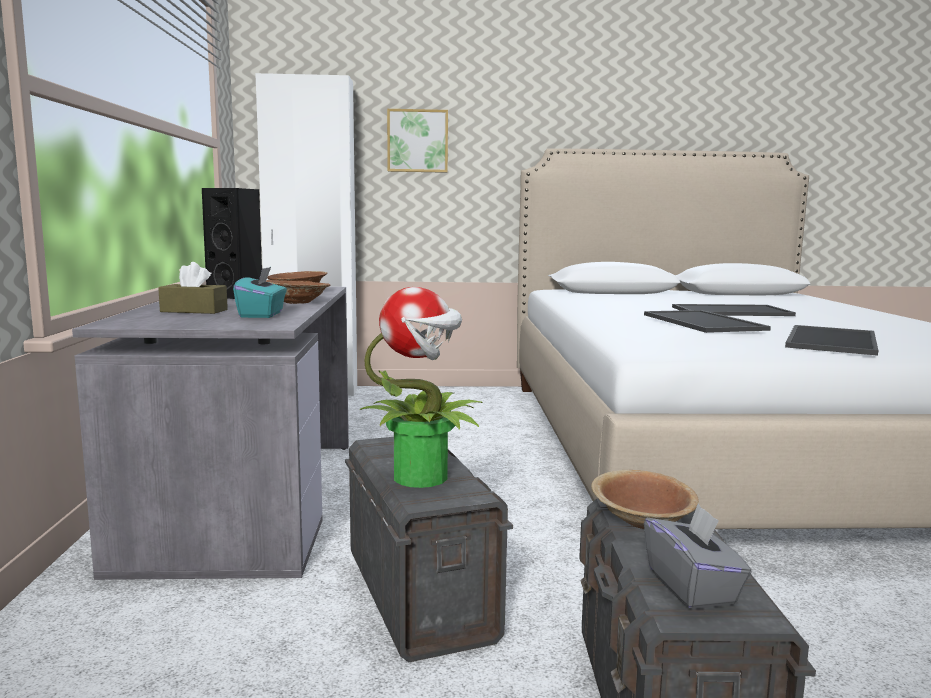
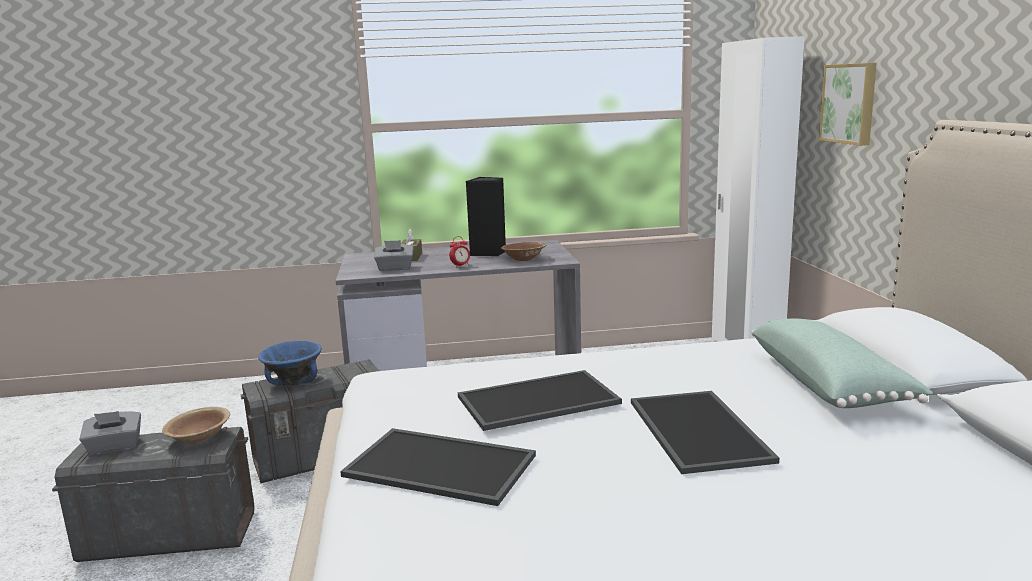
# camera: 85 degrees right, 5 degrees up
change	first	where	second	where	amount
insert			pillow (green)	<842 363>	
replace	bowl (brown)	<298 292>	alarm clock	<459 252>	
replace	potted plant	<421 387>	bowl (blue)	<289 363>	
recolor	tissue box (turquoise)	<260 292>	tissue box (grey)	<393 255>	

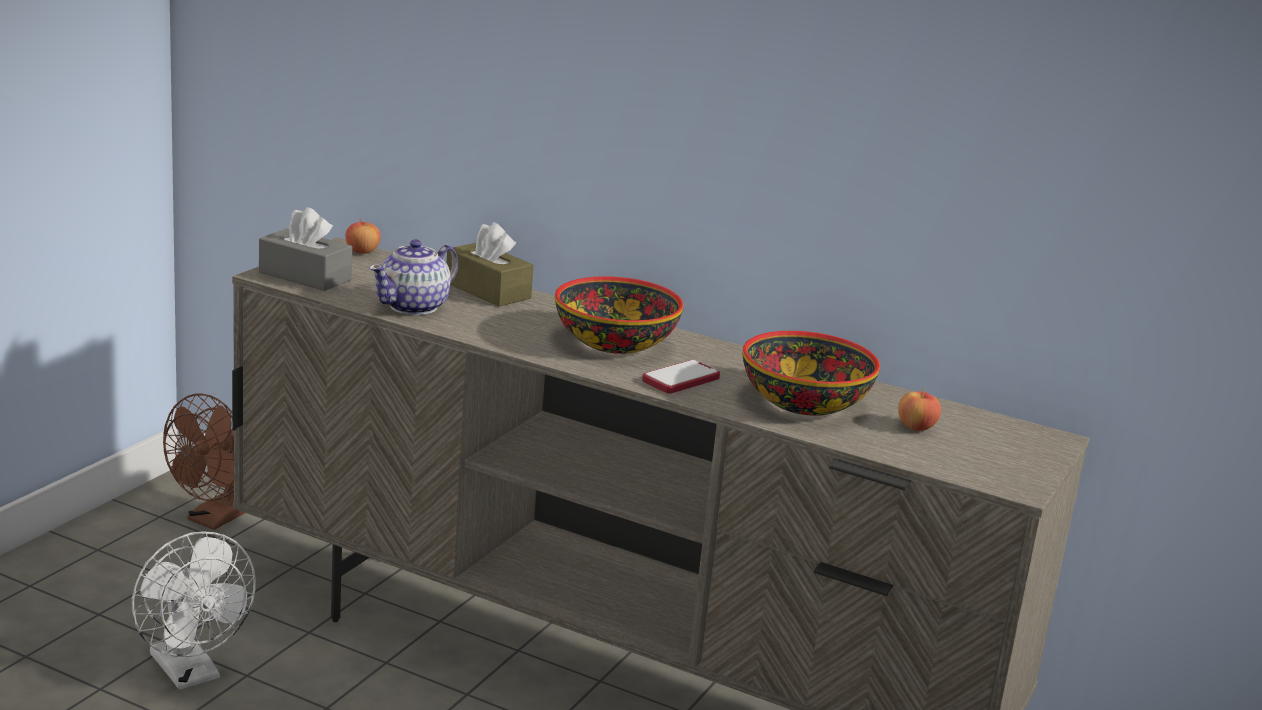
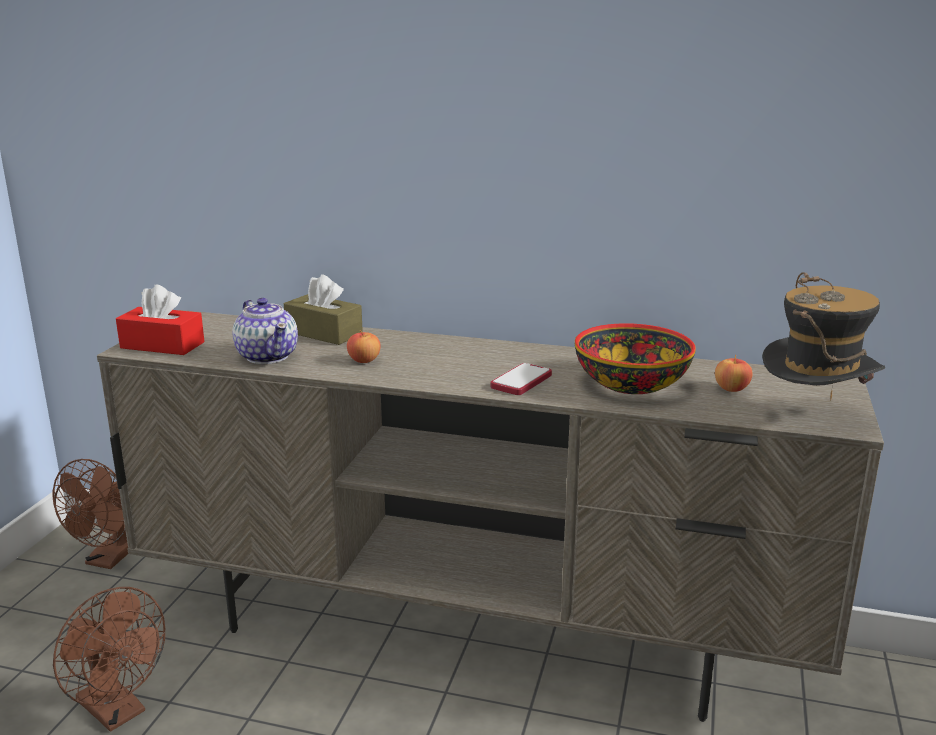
# camera: 10 degrees left, 0 degrees up
change	first	where	second	where	amount
delete	bowl	<619 315>			
insert			hat	<823 336>	
move	apple	<363 236>		<364 346>	
recolor	fan (white)	<194 610>	fan (brown)	<109 659>	
recolor	tissue box (grey)	<305 249>	tissue box (red)	<160 319>	
rotate	teapot	<413 277>		<265 331>	60 degrees counterclockwise

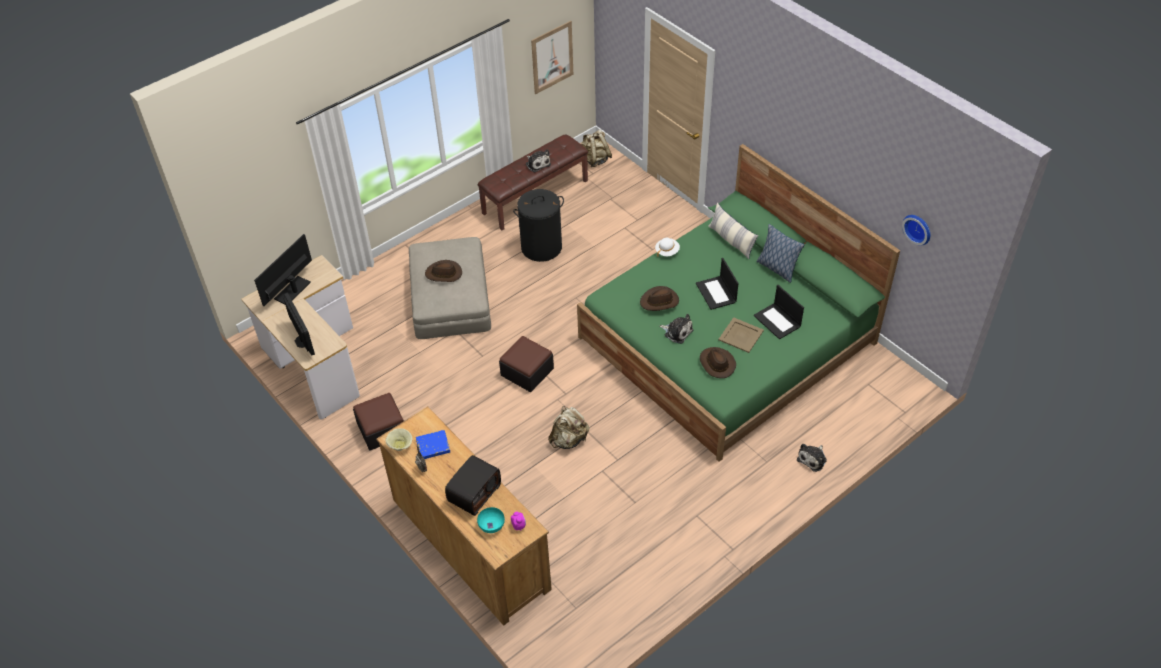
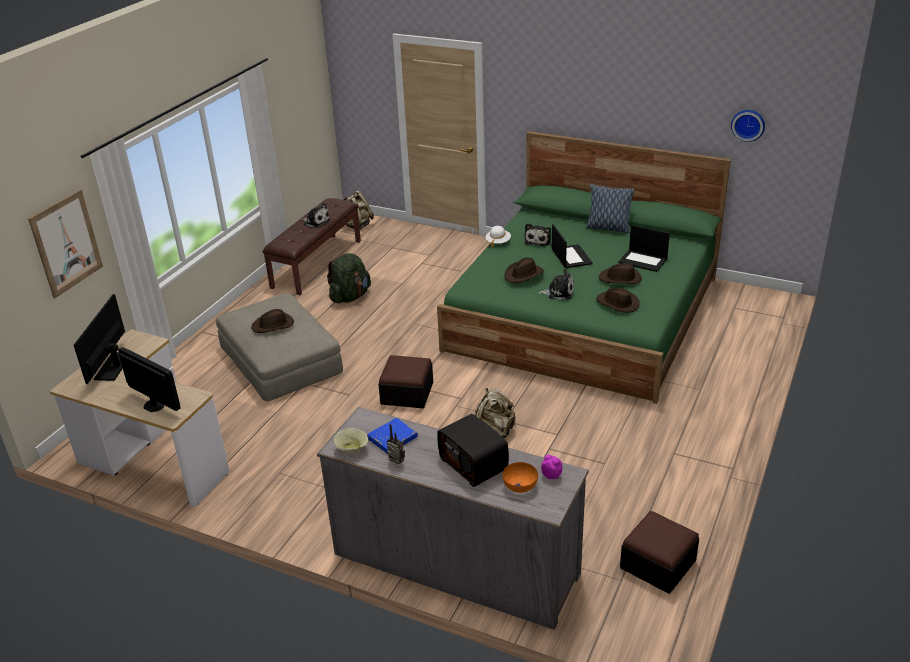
# camera: 25 degrees left, 15 degrees down
change	first	where	second	where	amount
delete	pillow	<733 230>			
move	ottoman	<378 422>		<659 552>	
move	picture	<552 57>		<65 244>	
move	plush toy	<812 458>		<537 234>	
replace	laundry basket (black)	<538 225>	backpack (green)	<349 278>	
replace	tray (beige)	<741 335>	hat (brown)	<620 273>	
recolor	dresser (brown)	<464 516>	dresser (grey)	<453 518>	
recolor	bowl (turquoise)	<491 520>	bowl (orange)	<520 477>	
rotate	radio	<473 485>		<473 450>	135 degrees clockwise
rotate	laptop	<717 284>		<572 246>	150 degrees counterclockwise

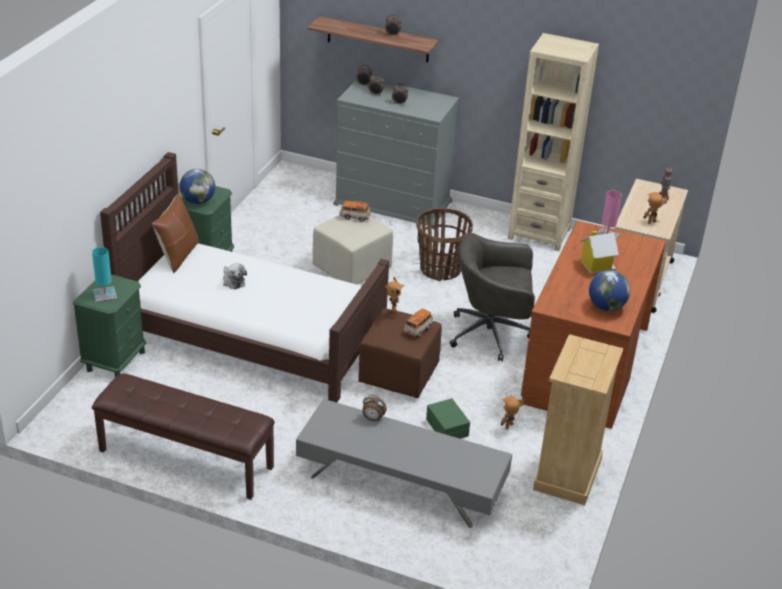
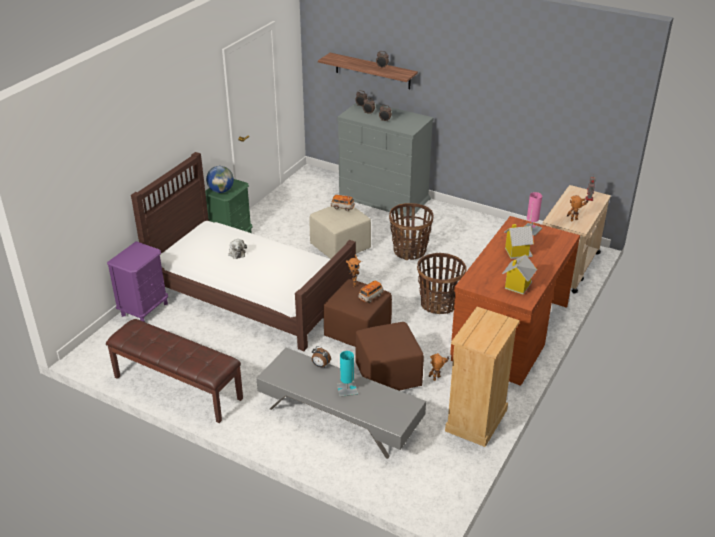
# camera: 10 degrees right, 0 degrees up
change	first	where	second	where	amount
delete	pillow (brown)	<175 233>			
delete	bookcase (beige)	<553 142>			
move	table lamp (turquoise)	<104 275>		<347 374>	
replace	storage box (green)	<448 418>	ottoman (brown)	<389 356>	
replace	office chair (grey)	<492 297>	basket	<442 283>	
replace	globe	<609 290>	toy house	<519 274>	
recolor	nightstand (green)	<109 325>	nightstand (purple)	<137 281>	

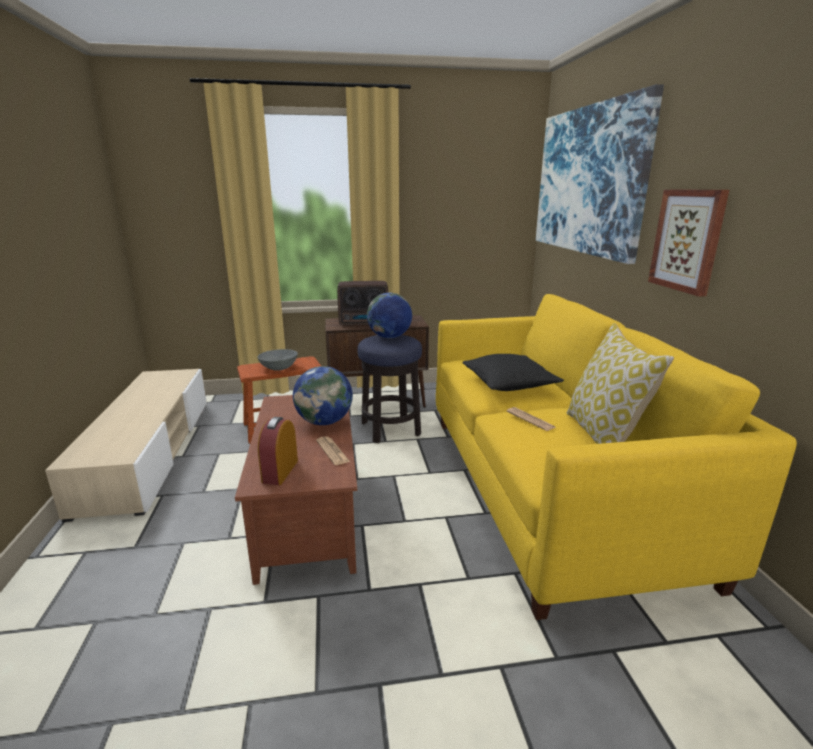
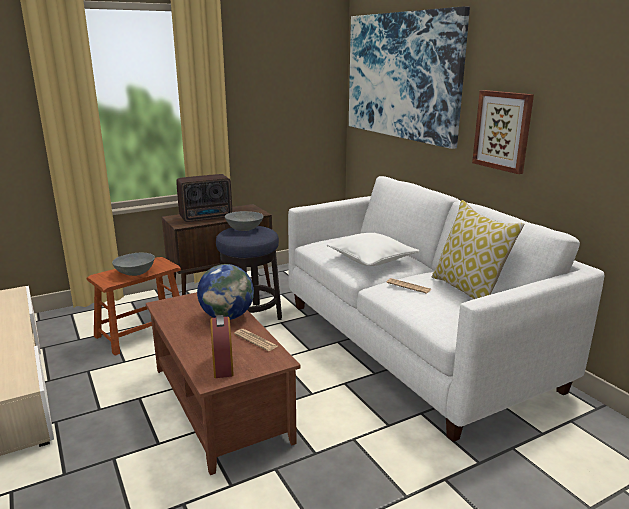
# camera: 20 degrees left, 0 degrees up
change	first	where	second	where	amount
replace	globe	<389 315>	bowl (grey)	<244 221>	
recolor	sofa (yellow)	<616 457>	sofa (white)	<446 309>	
recolor	pillow (black)	<513 372>	pillow (white)	<373 249>	

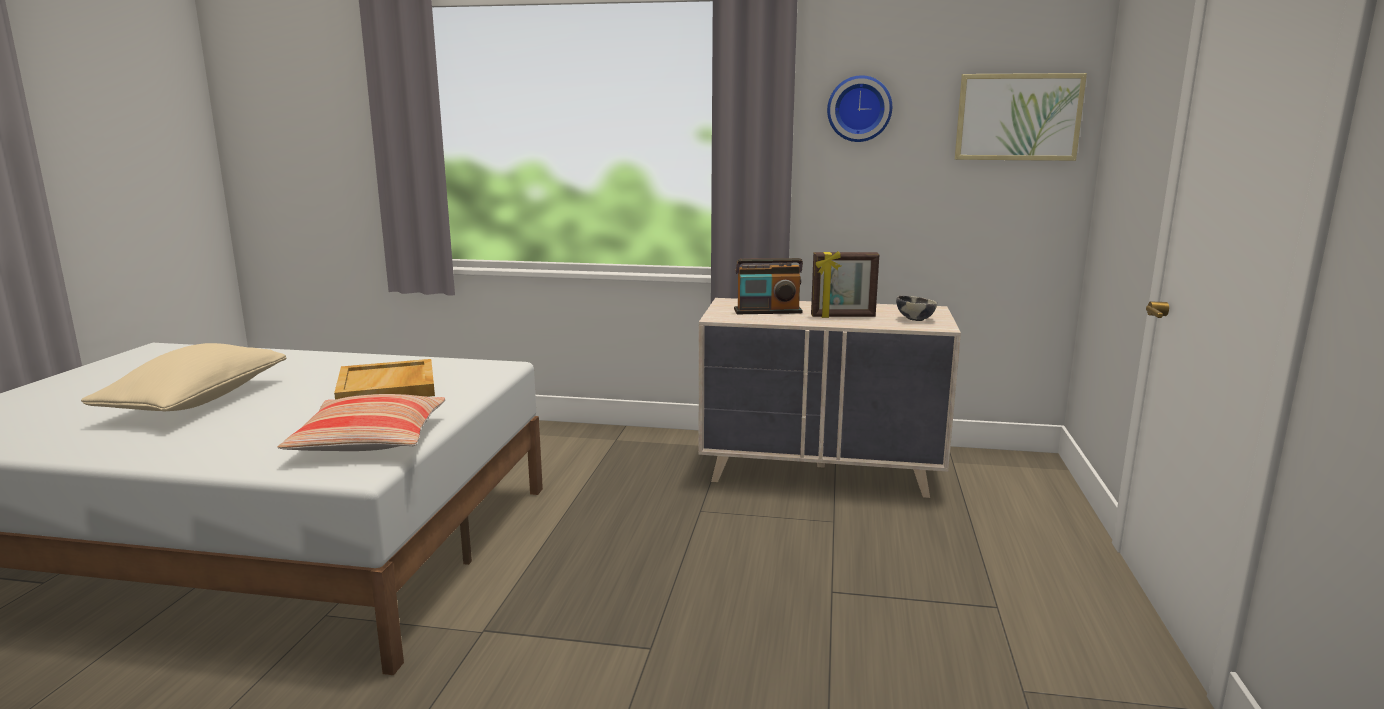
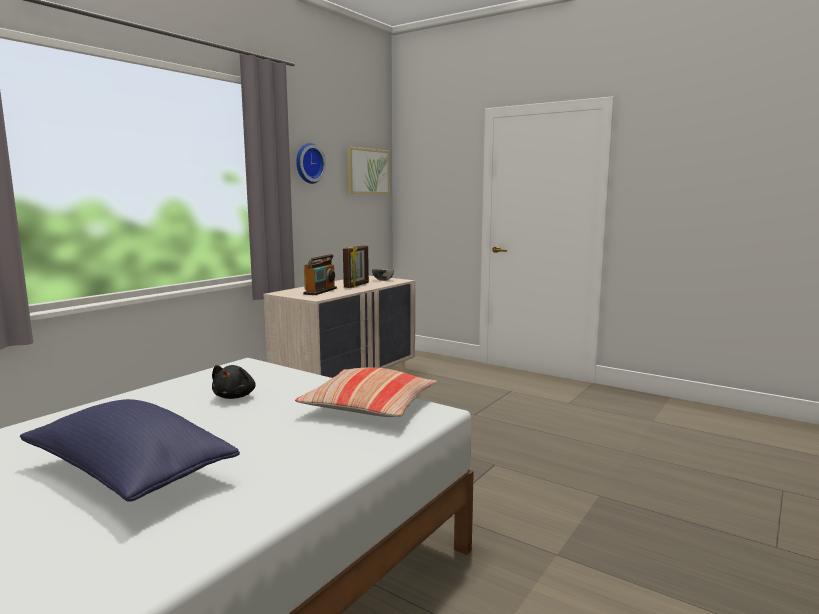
# camera: 65 degrees left, 5 degrees down
change	first	where	second	where	amount
replace	tray (beige)	<384 379>	plush toy (black)	<234 382>	
recolor	pillow (beige)	<183 377>	pillow (blue)	<130 450>	

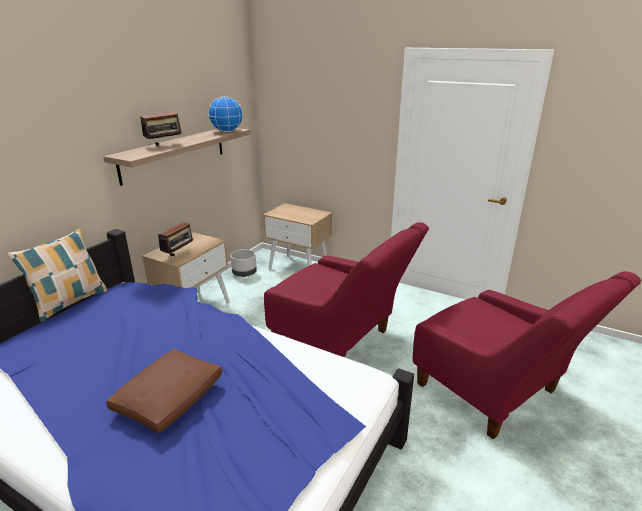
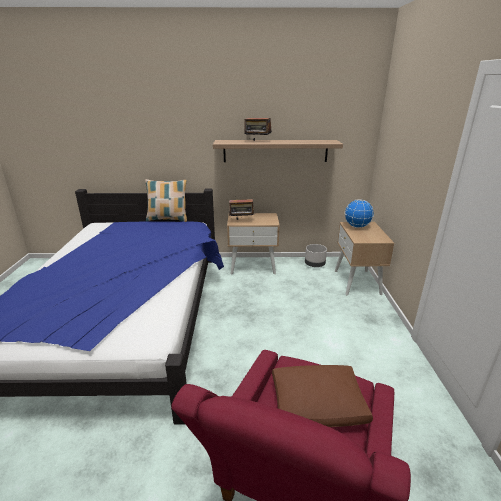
# camera: 60 degrees right, 0 degrees up
change	first	where	second	where	amount
delete	armchair (red)	<346 289>			
move	pillow (brown)	<164 391>		<322 396>	
move	globe	<225 114>		<359 213>	

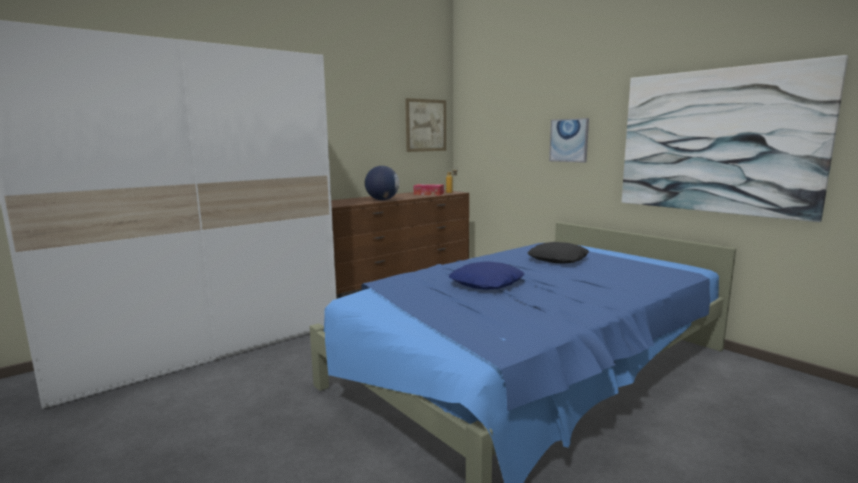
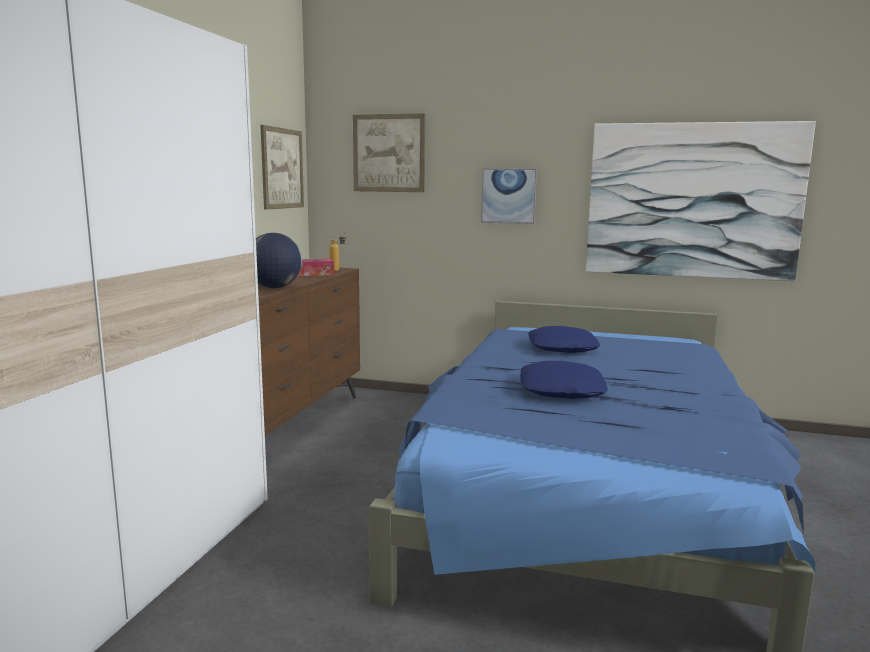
# camera: 35 degrees left, 0 degrees up
change	first	where	second	where	amount
insert			picture	<389 152>	
recolor	pillow (black)	<558 252>	pillow (blue)	<564 339>	

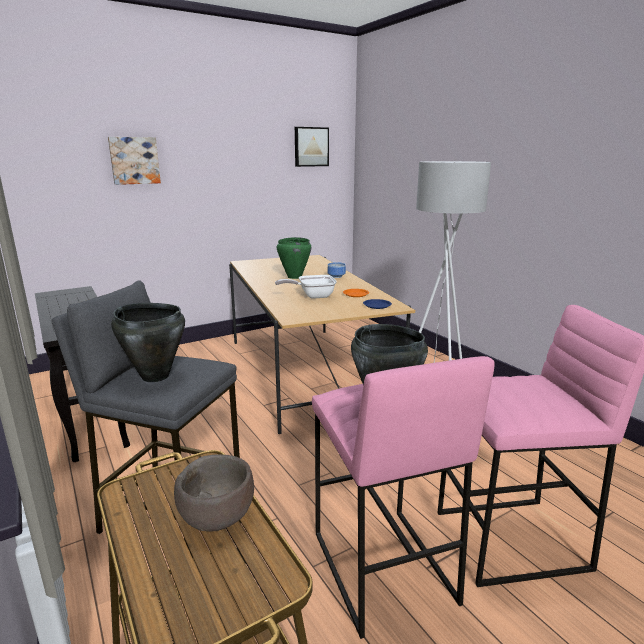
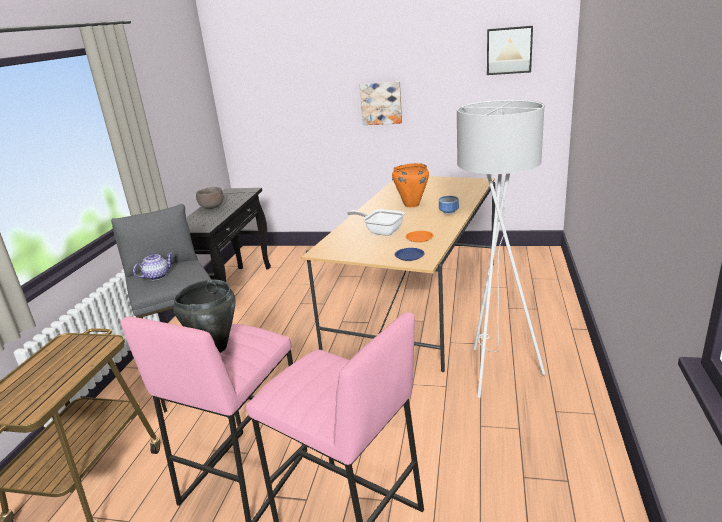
# camera: 45 degrees right, 5 degrees up
change	first	where	second	where	amount
move	picture	<134 161>		<381 103>	
move	bowl (brown)	<214 493>		<210 198>	
replace	cooking pot (black)	<148 342>	teapot	<152 266>	
recolor	cooking pot (green)	<294 258>	cooking pot (orange)	<410 185>	

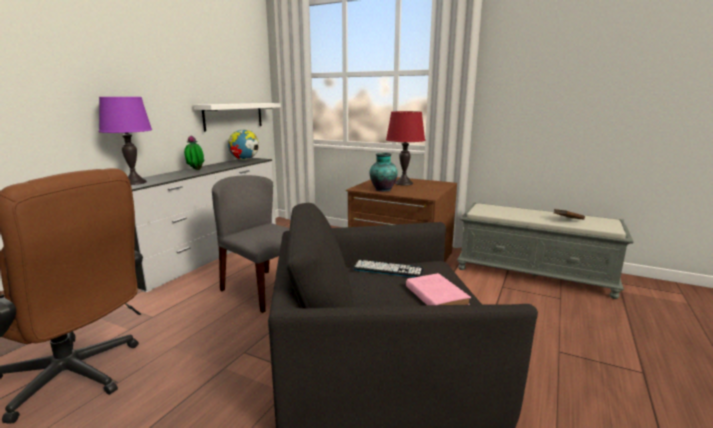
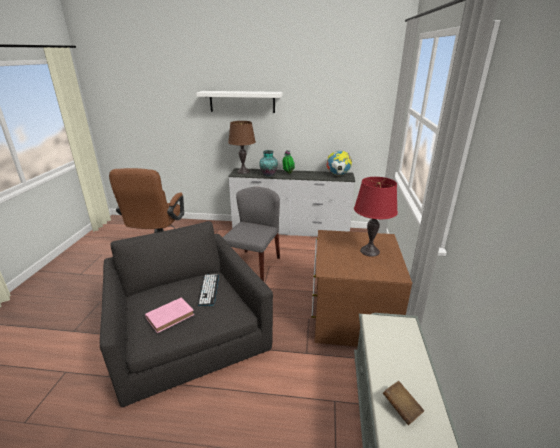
# camera: 70 degrees right, 10 degrees up
change	first	where	second	where	amount
move	shelf (white)	<237 117>		<239 102>	
move	vase	<384 172>		<268 163>	
recolor	table lamp (purple)	<125 141>	table lamp (brown)	<242 147>	

